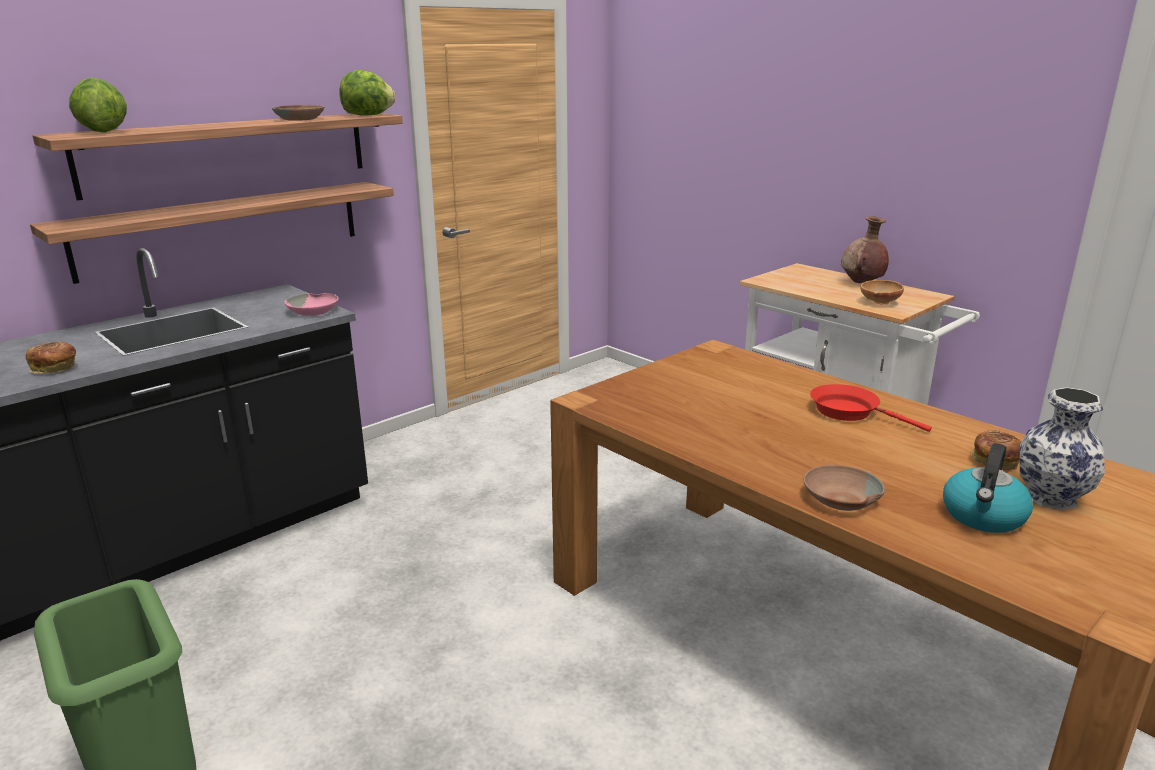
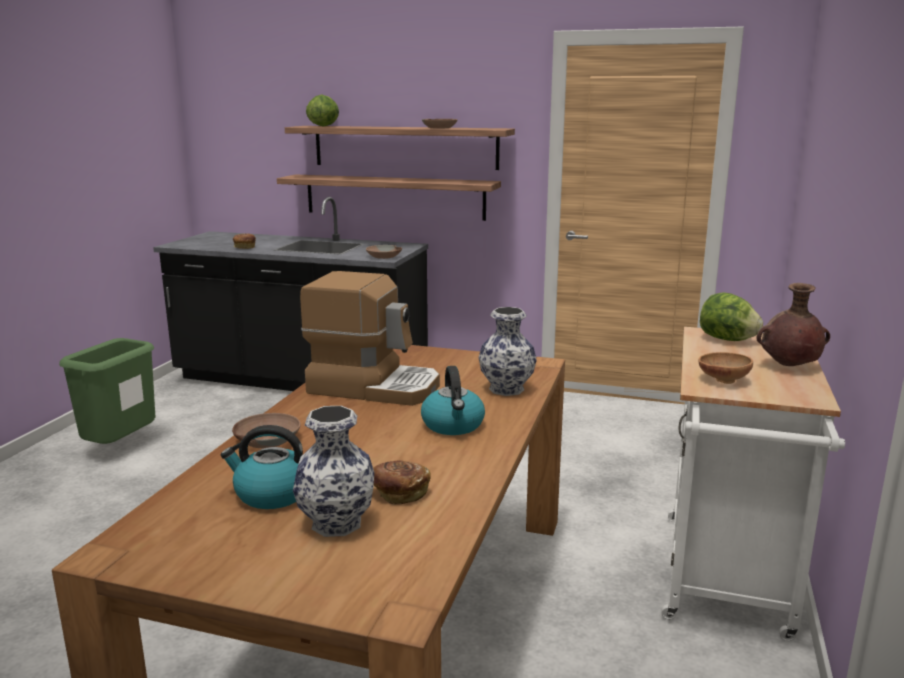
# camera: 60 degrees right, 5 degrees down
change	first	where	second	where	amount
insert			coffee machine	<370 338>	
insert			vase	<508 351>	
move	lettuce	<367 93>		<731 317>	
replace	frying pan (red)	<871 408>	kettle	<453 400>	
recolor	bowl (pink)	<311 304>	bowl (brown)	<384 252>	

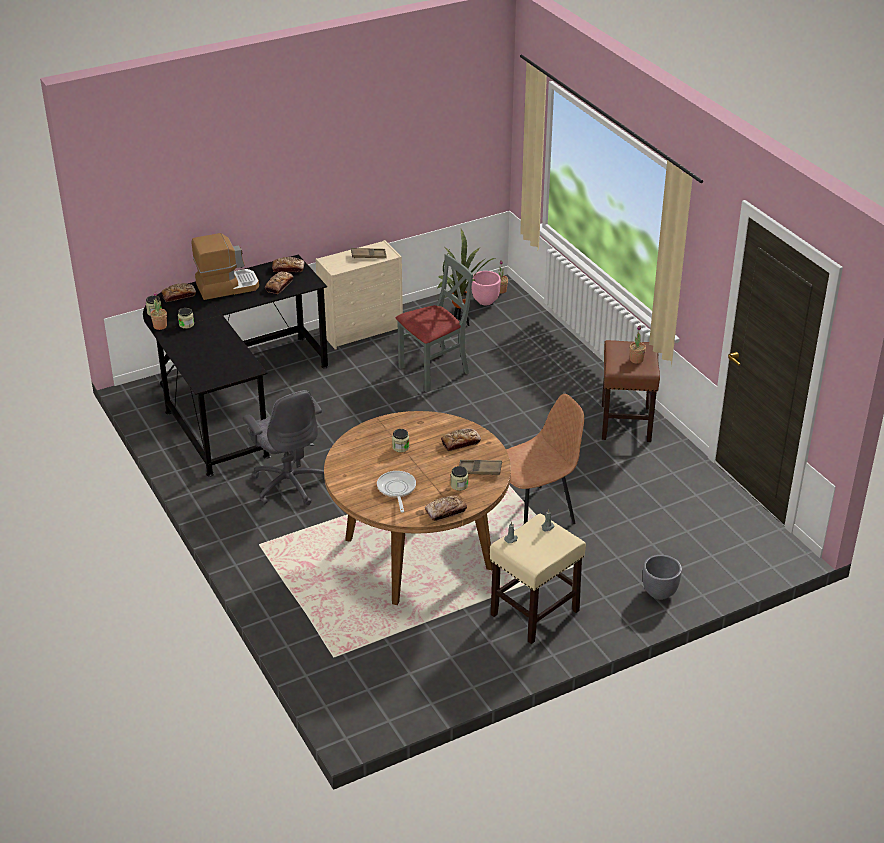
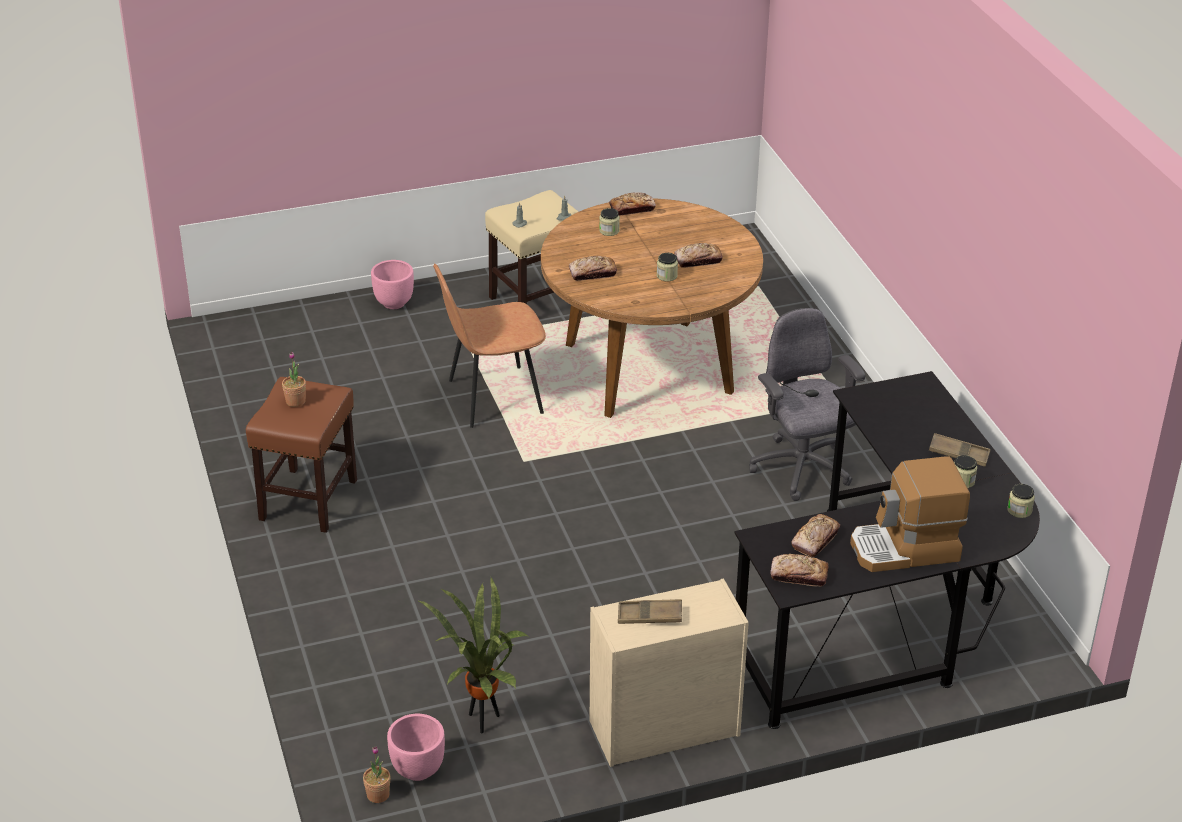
# camera: 170 degrees left, 0 degrees up
change	first	where	second	where	amount
delete	potted plant	<158 310>			
delete	frying pan	<396 491>			
delete	chair (grey)	<434 323>			
move	bread	<178 292>		<698 255>	
move	tray (brown)	<480 467>		<960 450>	
recolor	planter (grey)	<662 577>	planter (pink)	<392 284>	

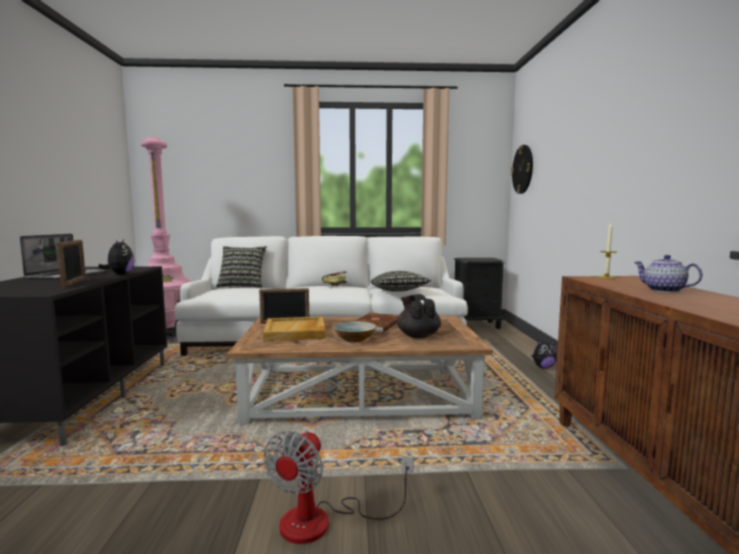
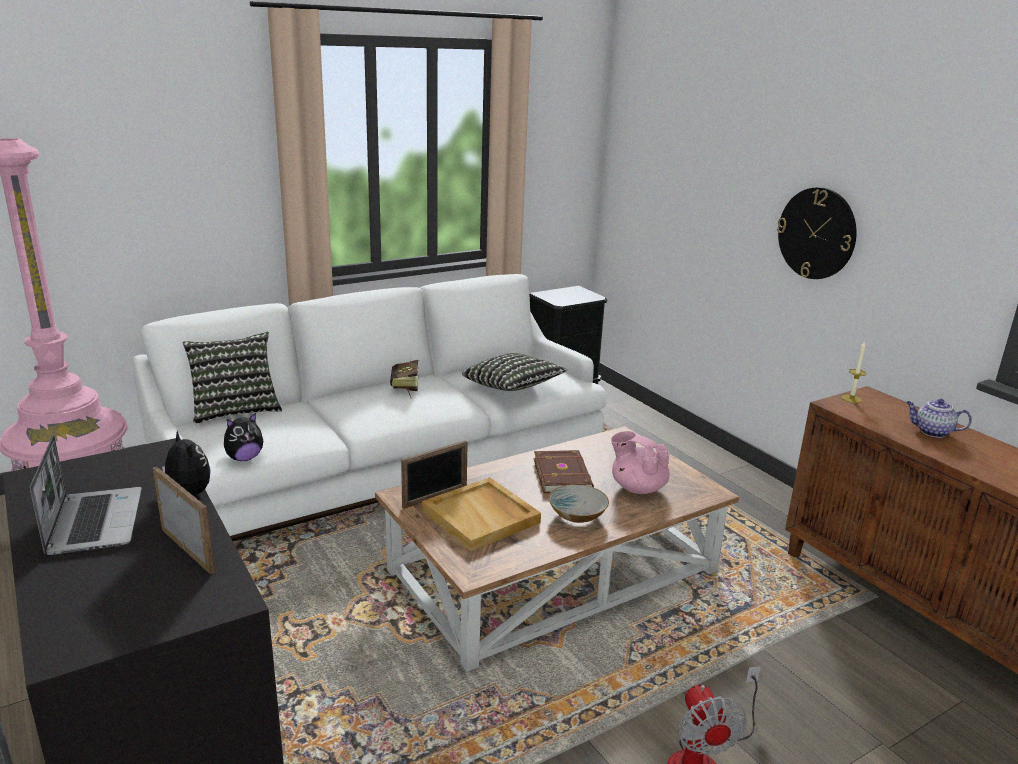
# camera: 30 degrees left, 15 degrees up
change	first	where	second	where	amount
move	wall clock	<522 169>		<817 233>	
move	plush toy	<544 354>		<243 437>	
recolor	teapot (black)	<419 316>	teapot (pink)	<640 462>	

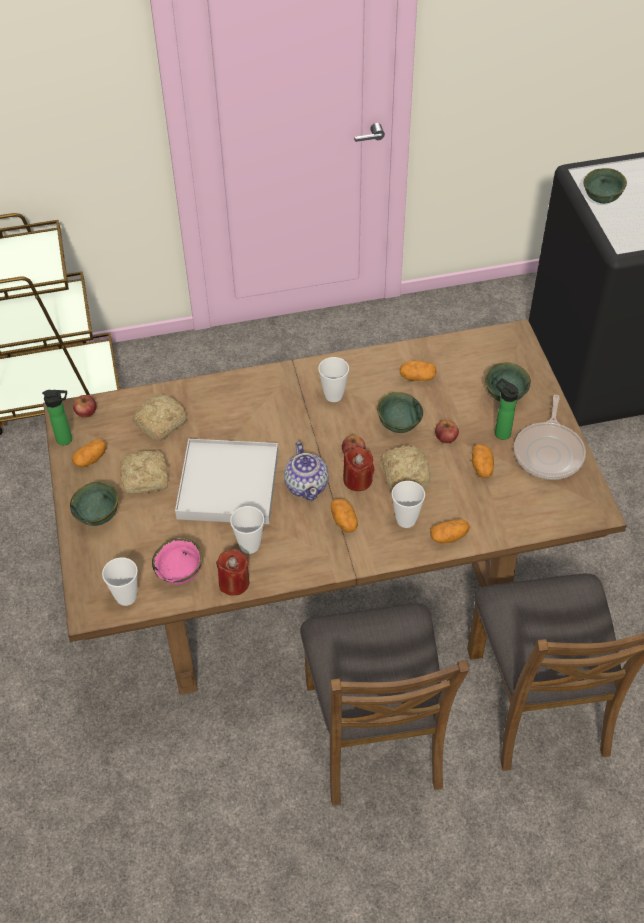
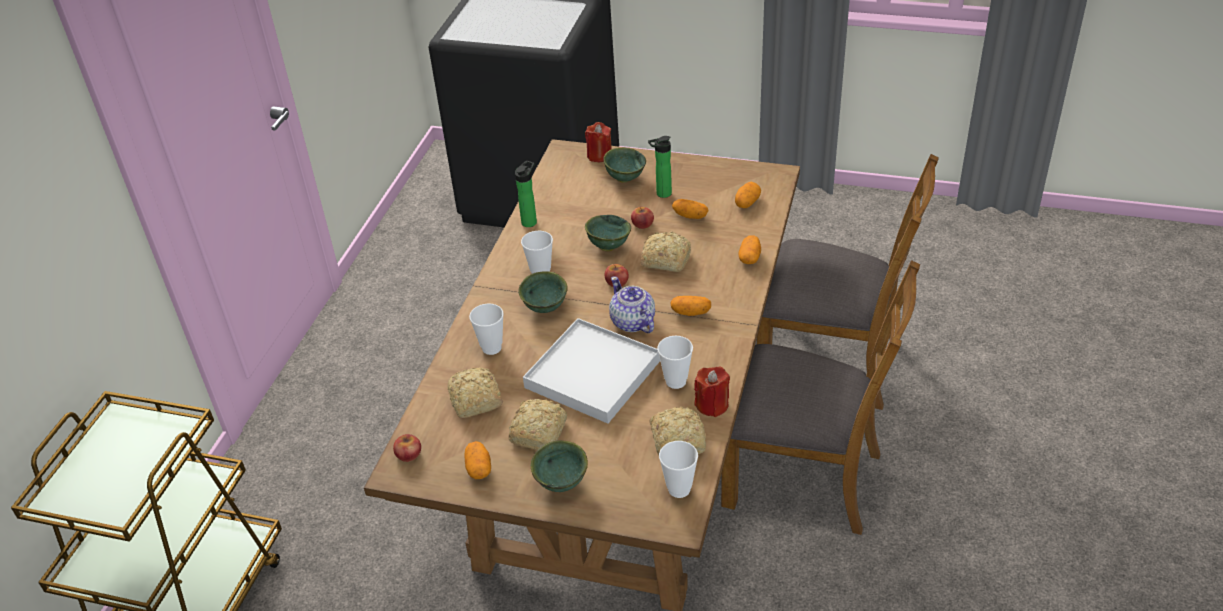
# camera: 60 degrees left, 10 degrees down
change	first	where	second	where	amount
delete	frying pan	<550 437>			
move	bottle	<57 417>		<526 194>	
move	candle (red)	<358 469>		<598 142>	
move	cup	<408 504>		<486 329>	
move	potato	<418 371>		<748 195>	
move	bowl (green)	<605 186>		<543 292>	
replace	bowl (pink)	<177 561>	bread	<677 431>	
rotate	teapot	<306 471>		<632 304>	135 degrees counterclockwise

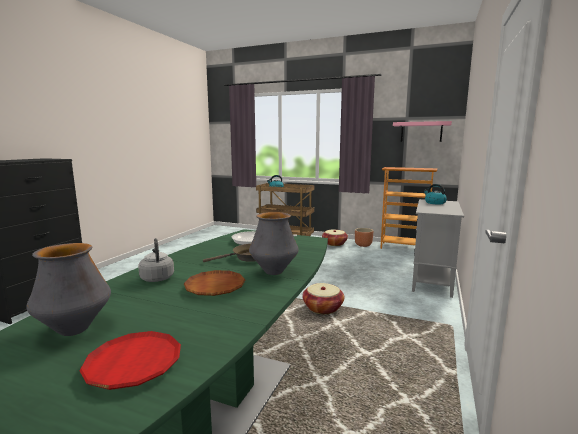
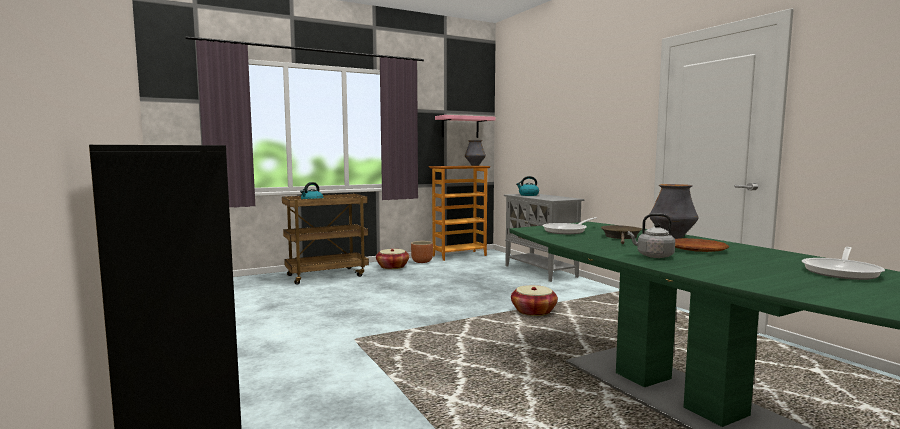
# camera: 50 degrees left, 5 degrees down
change	first	where	second	where	amount
move	vase	<68 289>		<475 153>	
replace	plate (red)	<130 360>	frying pan	<843 263>	

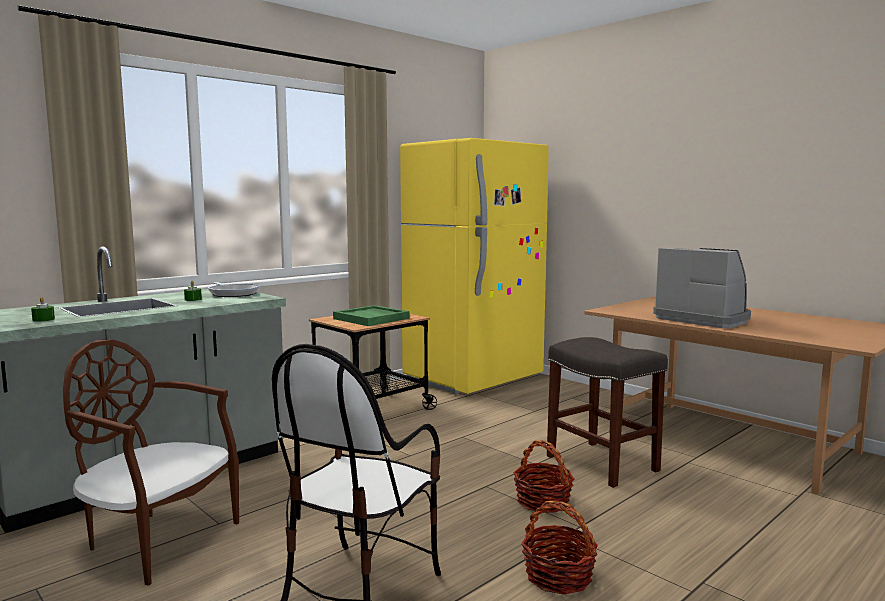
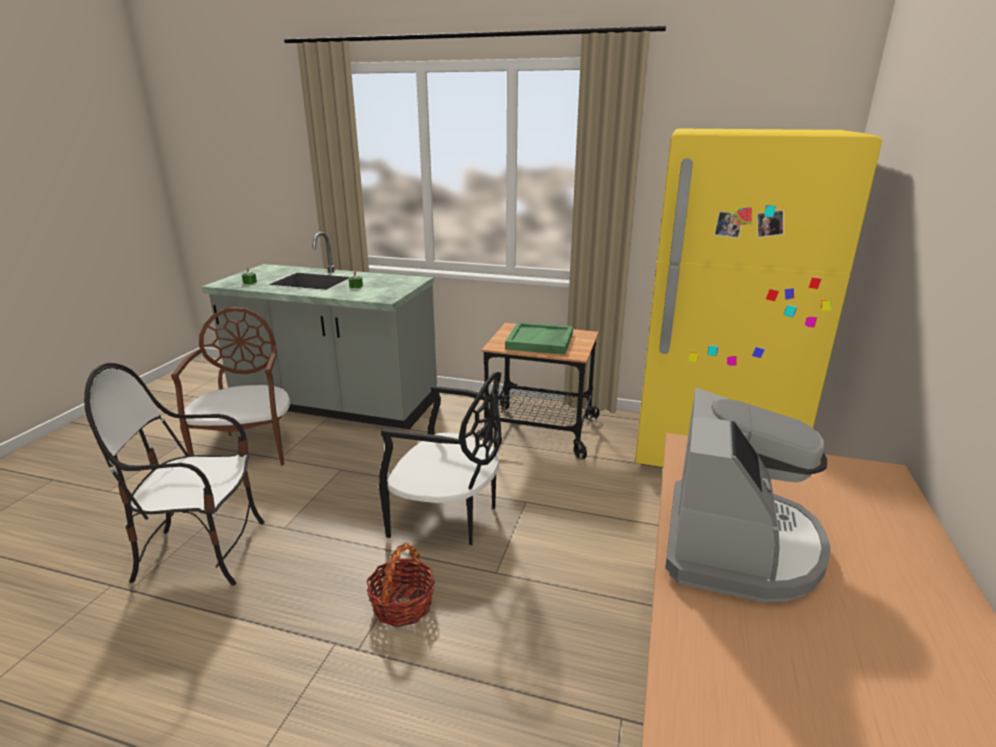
# camera: 60 degrees right, 15 degrees up
change	first	where	second	where	amount
delete	frying pan	<234 289>			
delete	basket	<559 548>			
delete	stool (grey)	<607 412>			
insert			chair (black)	<440 458>	

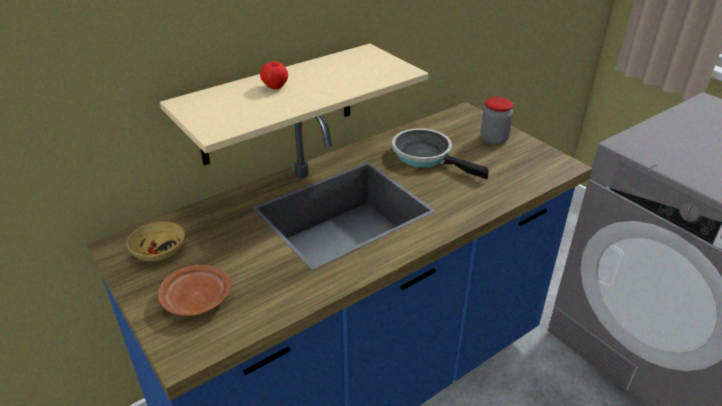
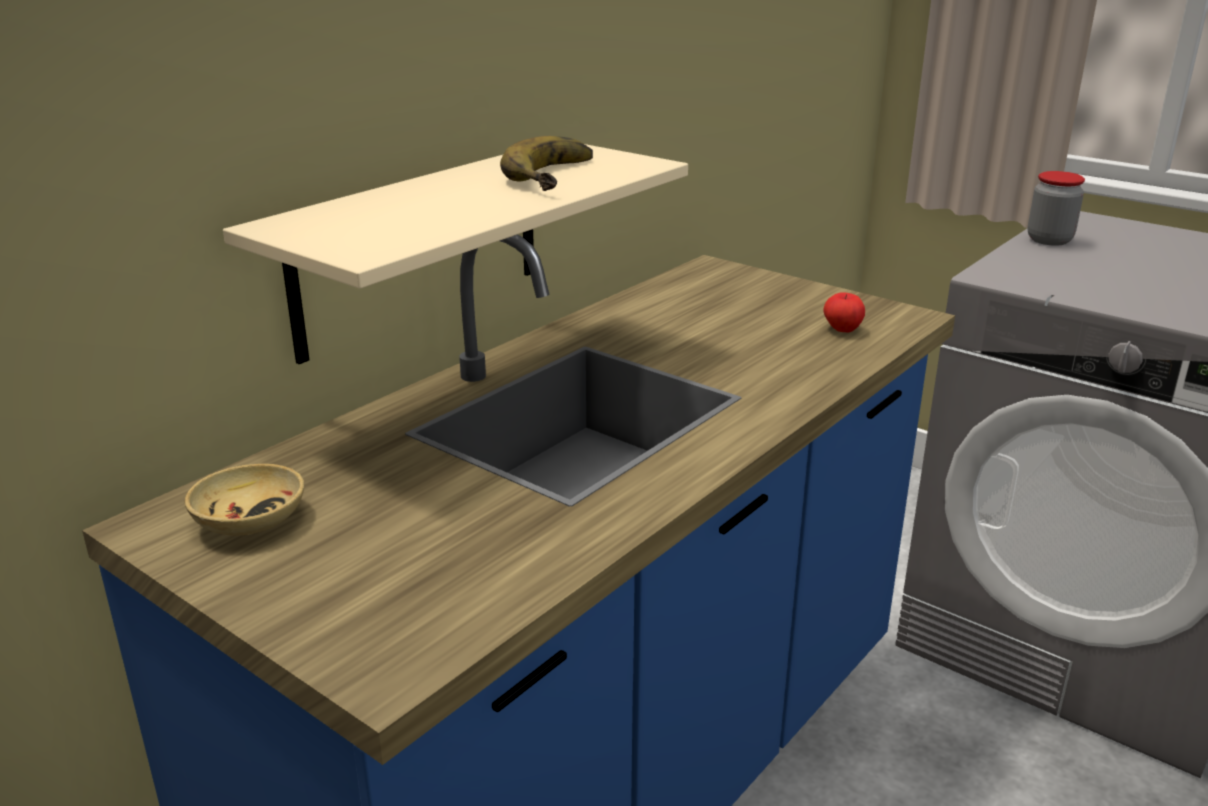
# camera: 15 degrees left, 10 degrees down
change	first	where	second	where	amount
delete	plate (brown)	<194 290>			
delete	frying pan	<440 153>			
insert			banana	<546 163>	
move	apple	<274 75>		<844 312>	
move	jar	<497 121>		<1056 208>	

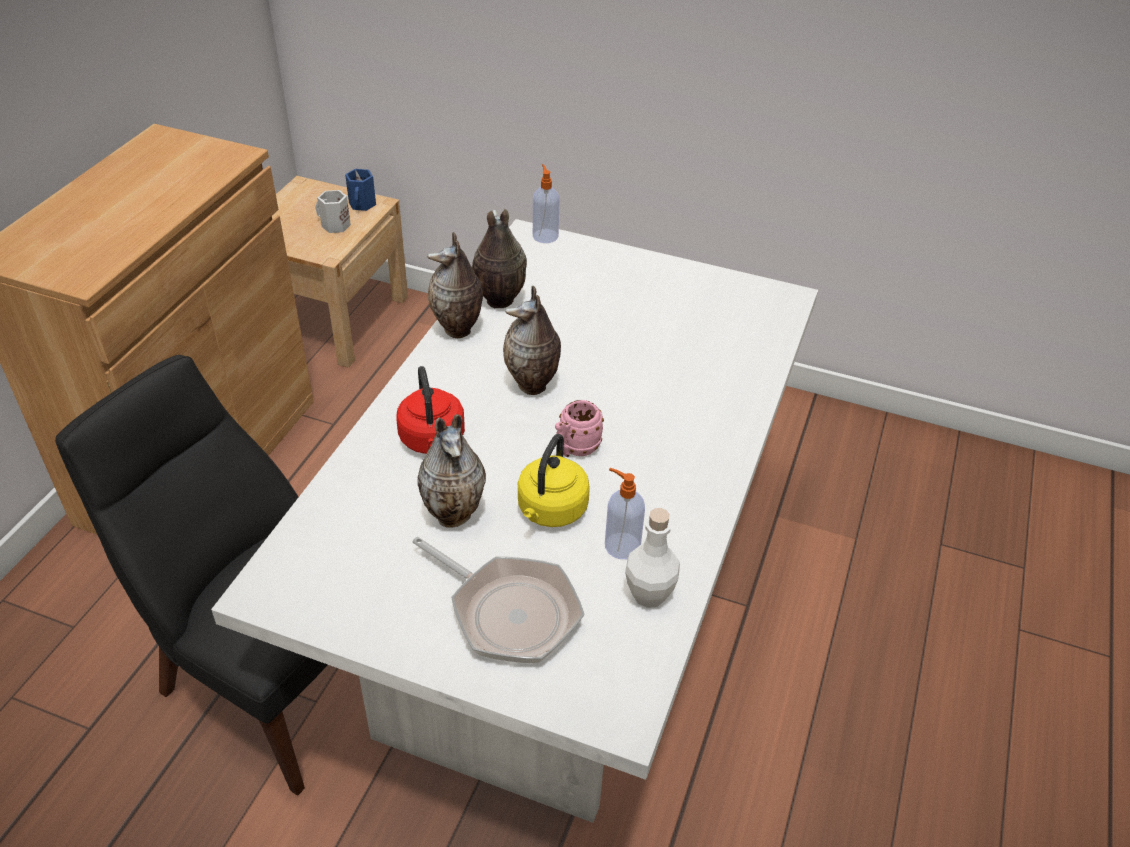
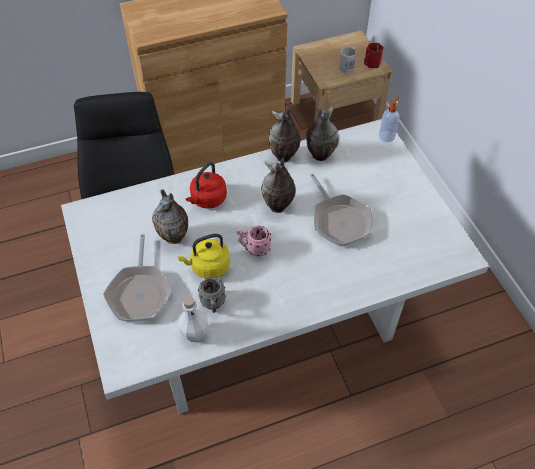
# camera: 50 degrees right, 10 degrees up
change	first	where	second	where	amount
insert			frying pan	<341 210>	
replace	soap dispenser	<625 513>	mug (grey)	<212 295>	
recolor	mug (blue)	<360 190>	mug (red)	<373 55>	

